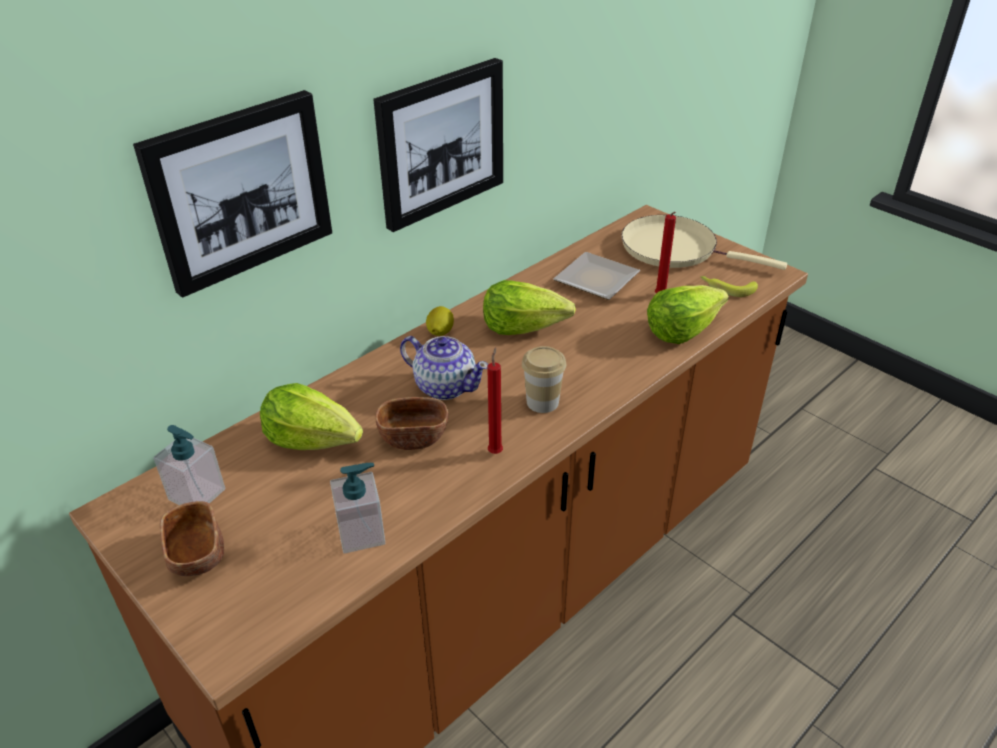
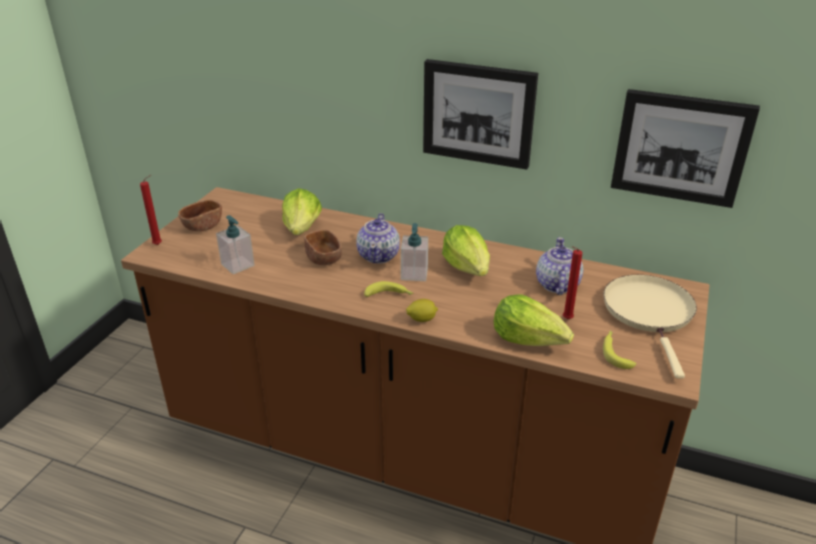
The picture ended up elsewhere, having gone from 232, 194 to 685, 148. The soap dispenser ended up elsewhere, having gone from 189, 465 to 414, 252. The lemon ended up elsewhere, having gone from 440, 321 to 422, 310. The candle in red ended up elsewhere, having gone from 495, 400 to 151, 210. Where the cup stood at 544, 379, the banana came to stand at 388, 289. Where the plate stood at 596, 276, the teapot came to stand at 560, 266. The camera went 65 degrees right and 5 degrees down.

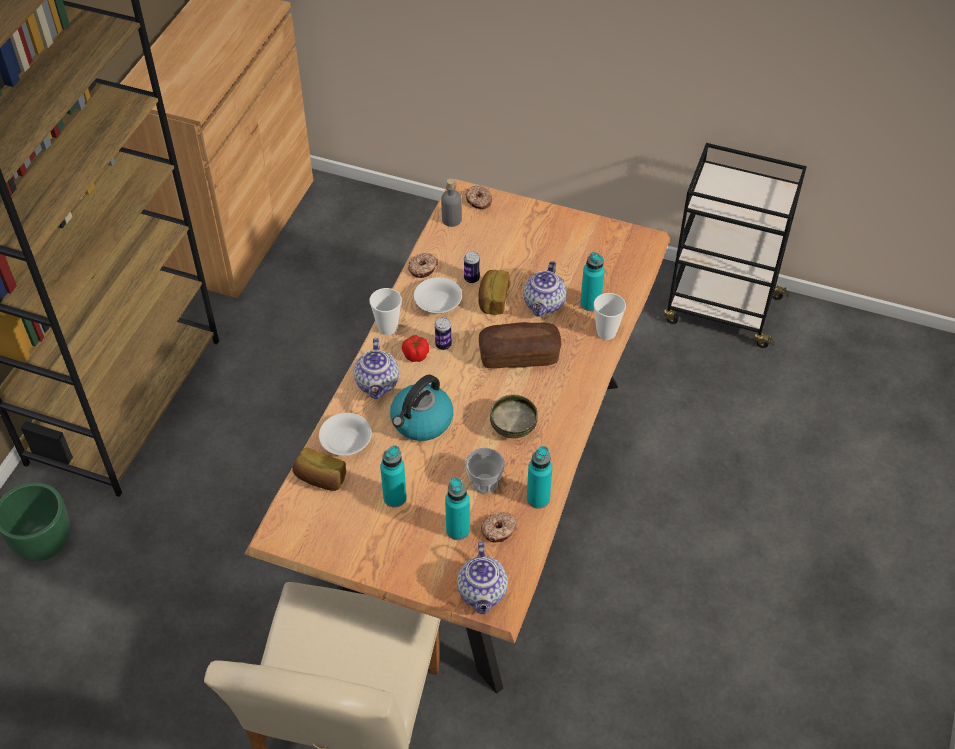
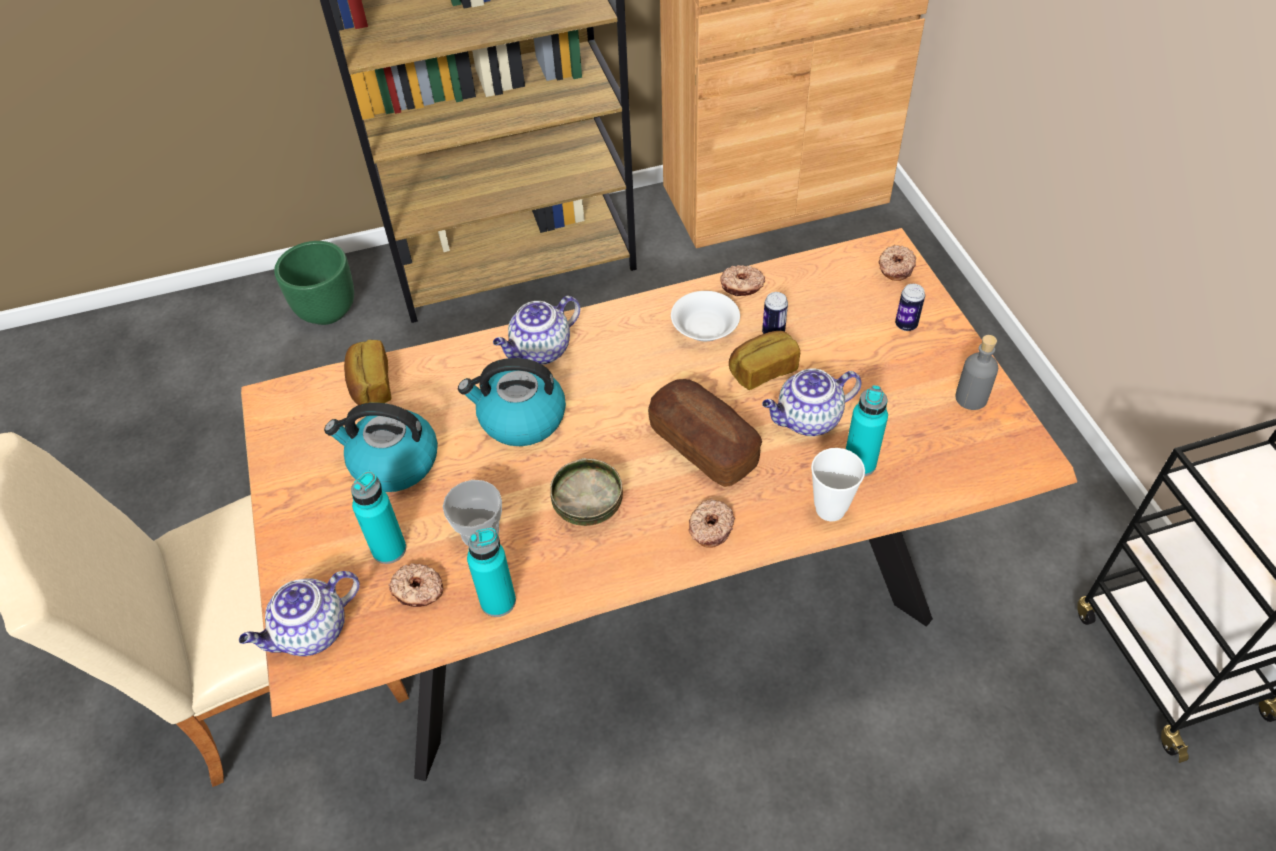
The second view lost the bowl in white at 345, 434. The second view lost the cup at 385, 311. The second view lost the tomato at 415, 348. The second view gained the donut at 712, 523. The can ended up elsewhere, having gone from 443, 333 to 910, 307. The bottle in grey ended up elsewhere, having gone from 451, 202 to 976, 372. Where the bottle in turquoise stood at 393, 476, the kettle came to stand at 381, 447. The camera went 55 degrees right and 0 degrees up.

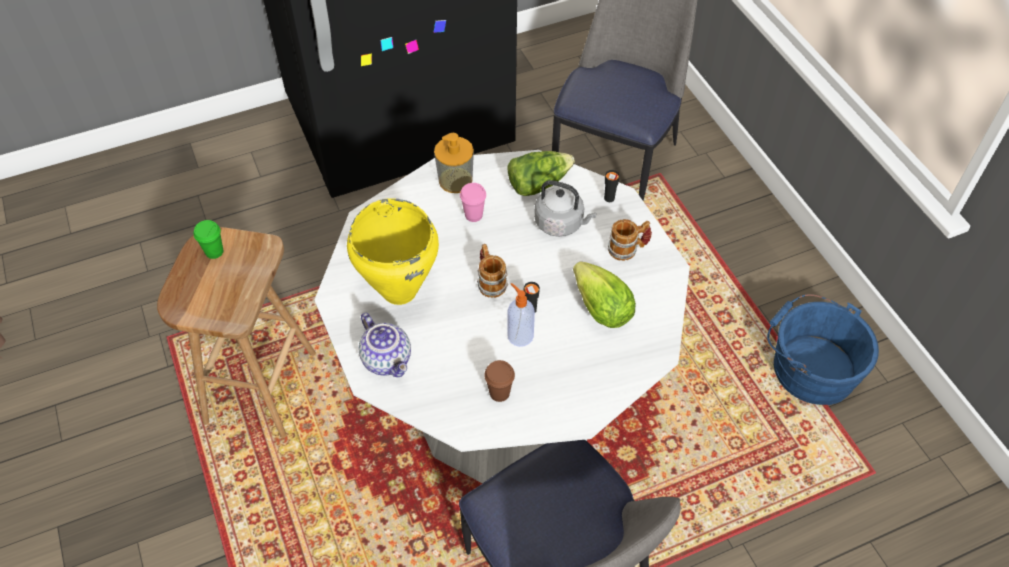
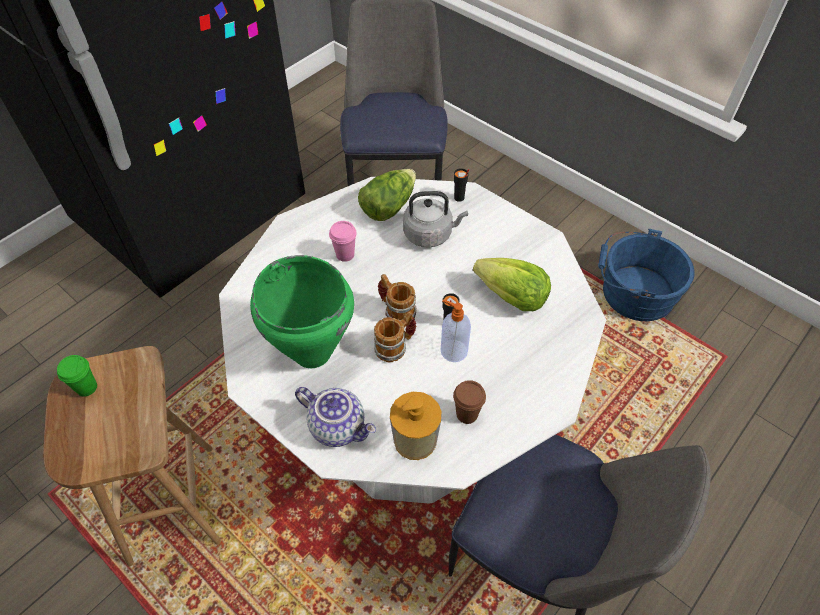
The soap dispenser ended up elsewhere, having gone from 454, 163 to 416, 426. The mug ended up elsewhere, having gone from 630, 240 to 395, 337. What was the cooking pot in yellow at 393, 251 turned into the cooking pot in green at 302, 311. The camera went 25 degrees left and 0 degrees up.

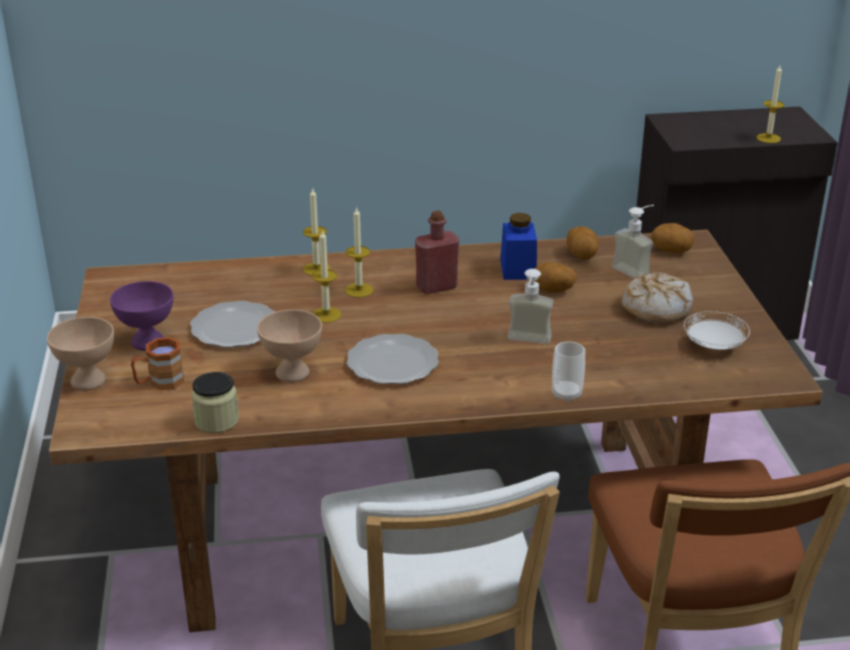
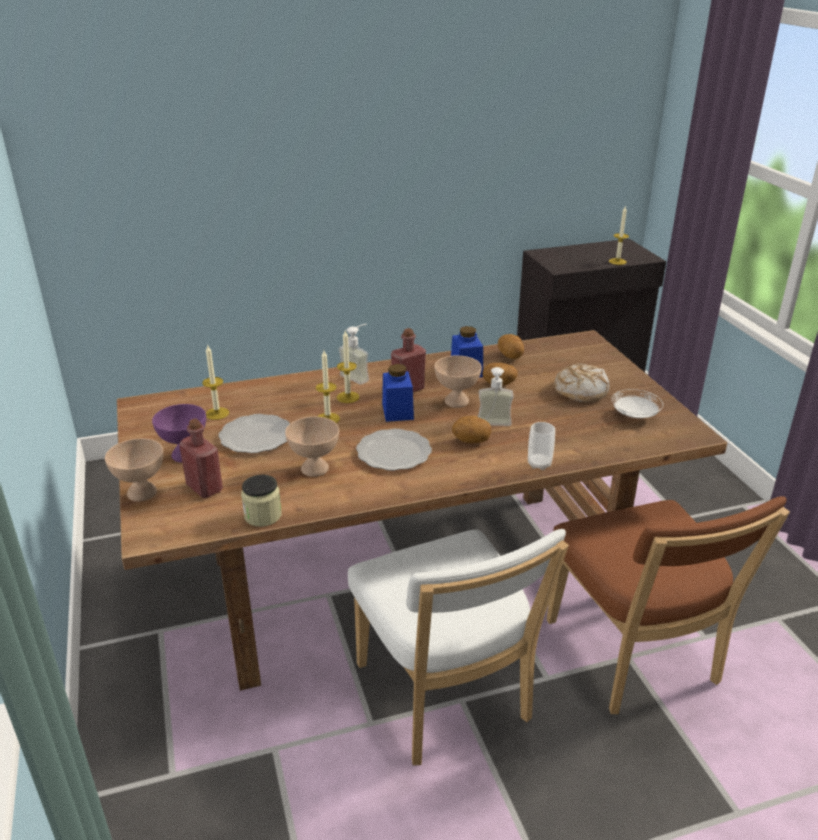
The second view gained the jar in blue at 398, 393. The second view gained the bowl in beige at 458, 382. The candle ended up elsewhere, having gone from 317, 232 to 215, 382. The soap dispenser ended up elsewhere, having gone from 633, 241 to 354, 354. The potato ended up elsewhere, having gone from 672, 238 to 471, 429. Where the mug in brown stood at 157, 363, the bottle in red came to stand at 201, 458. The camera went 10 degrees left and 0 degrees up.

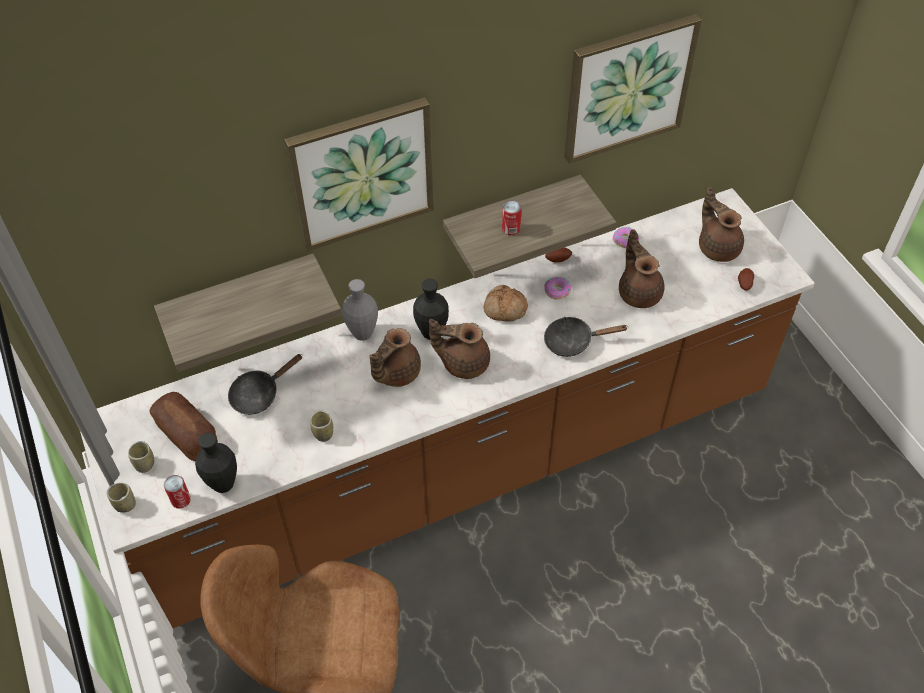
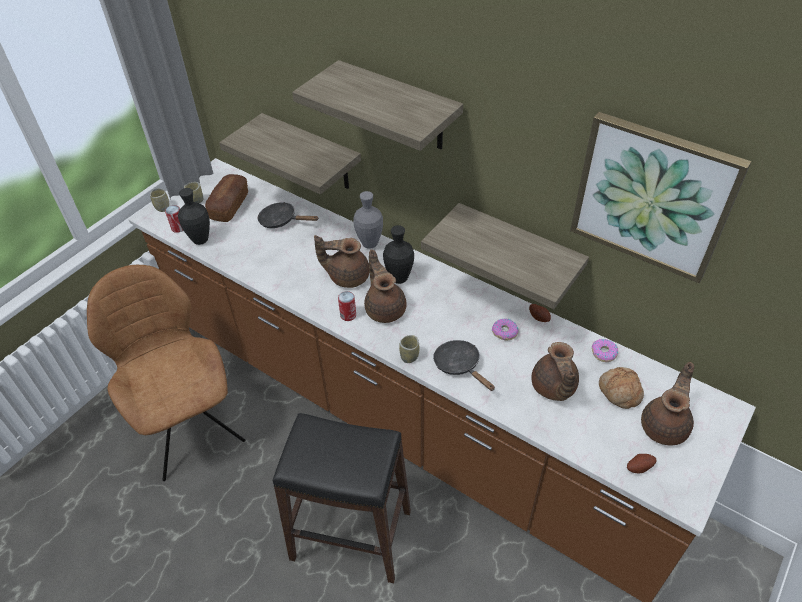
The second view gained the stool in black at 342, 498. The cup ended up elsewhere, having gone from 321, 426 to 409, 349. The bread ended up elsewhere, having gone from 506, 303 to 621, 388. The can ended up elsewhere, having gone from 511, 218 to 347, 306. Where the picture hung at 359, 174, the shelf came to hang at 377, 105. The teapot in brown at 642, 269 ended up facing another way, 135 degrees clockwise from before. The camera went 60 degrees right and 5 degrees down.

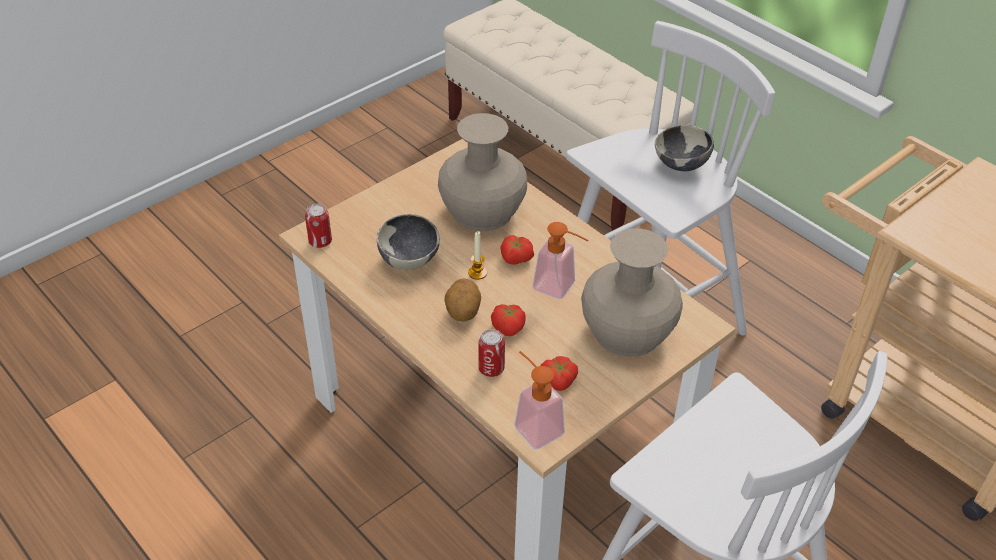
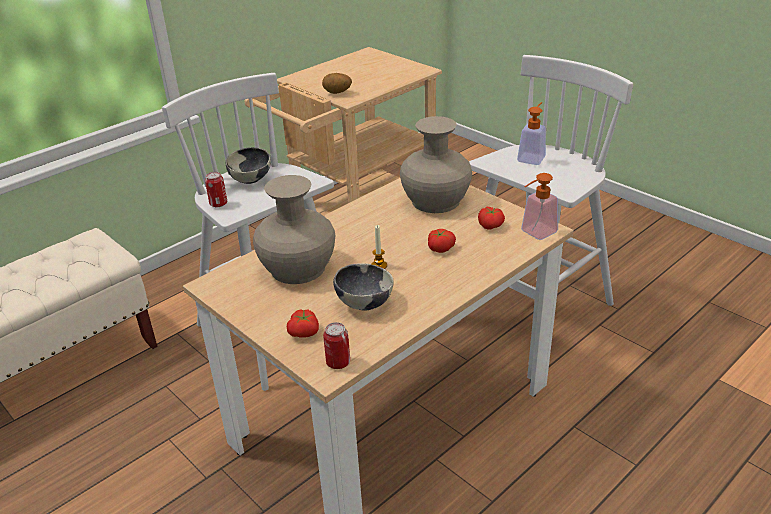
The potato ended up elsewhere, having gone from 463, 300 to 337, 83. The can ended up elsewhere, having gone from 491, 353 to 216, 189. The tomato ended up elsewhere, having gone from 517, 250 to 303, 323. The soap dispenser ended up elsewhere, having gone from 561, 260 to 531, 133. The camera went 90 degrees left and 10 degrees down.

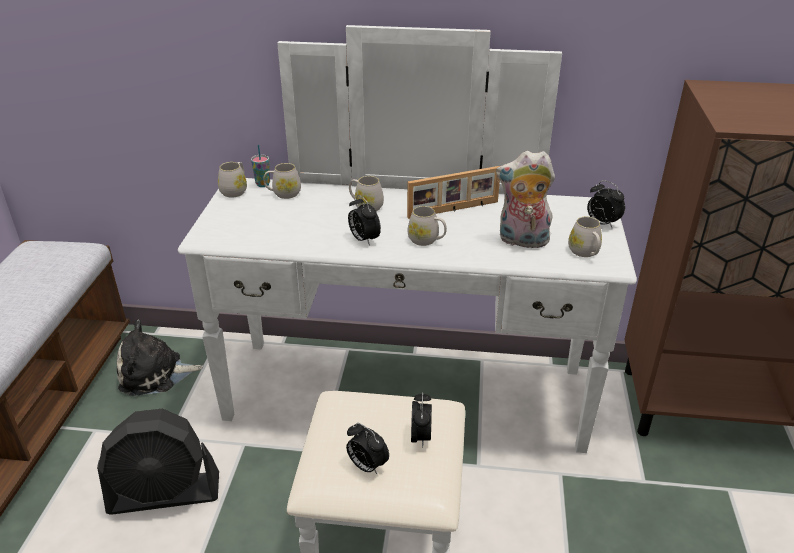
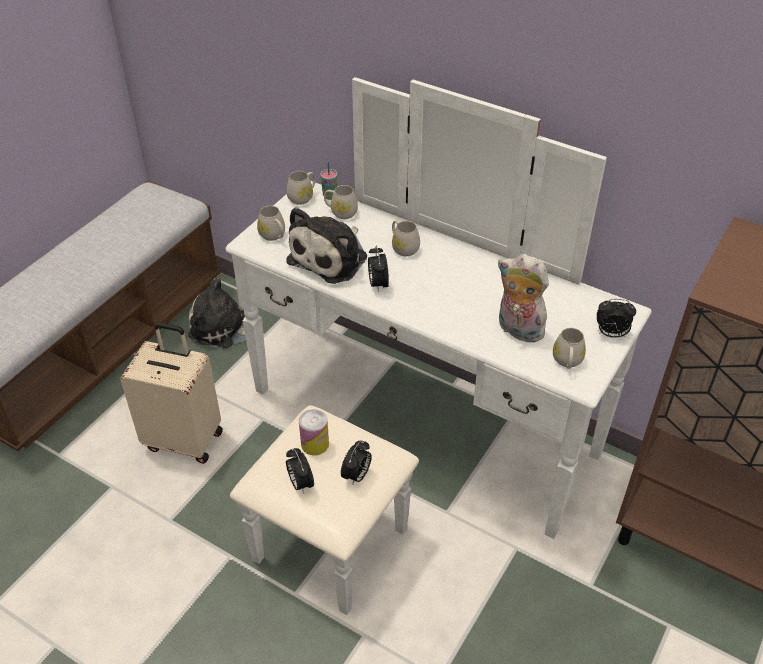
The second view lost the picture frame at 453, 192. The second view gained the plush toy at 326, 245. The second view gained the can at 314, 432. The mug in white ended up elsewhere, having gone from 427, 226 to 271, 223. Where the fan in black stood at 158, 462, the suitcase in beige came to stand at 171, 393. The alarm clock at 606, 204 ended up facing another way, 60 degrees counterclockwise from before. The camera went 25 degrees right and 10 degrees up.

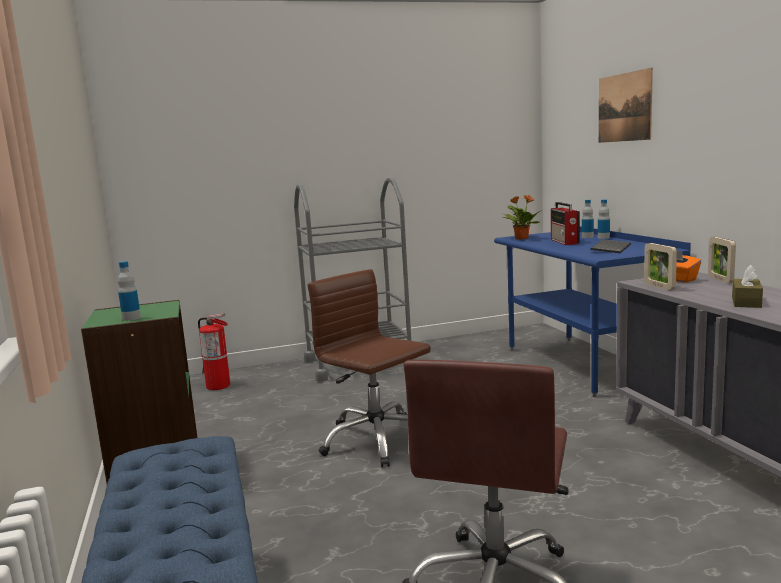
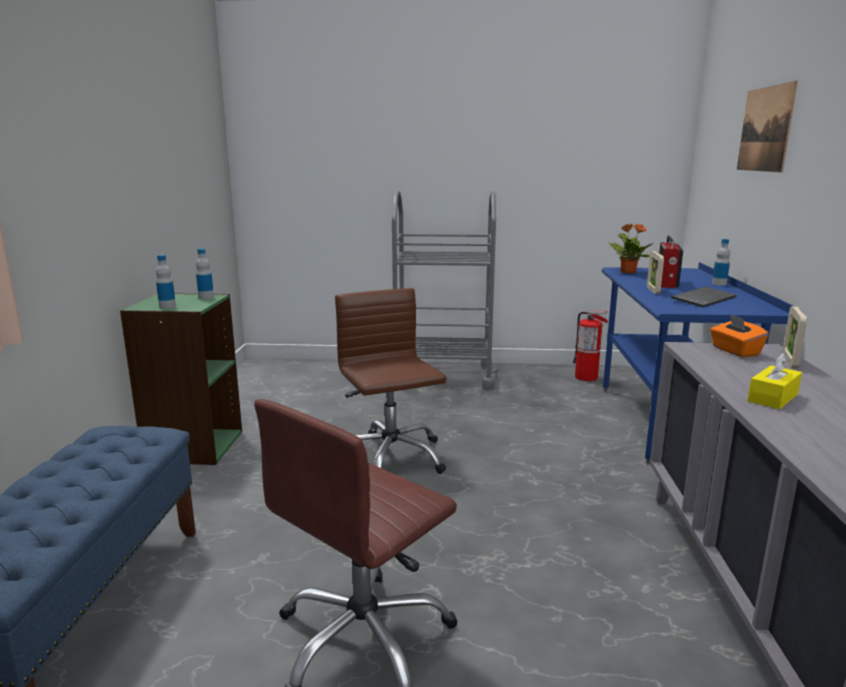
The fire extinguisher ended up elsewhere, having gone from 214, 351 to 590, 346. The bottle ended up elsewhere, having gone from 588, 219 to 205, 273. The picture frame ended up elsewhere, having gone from 660, 267 to 655, 272. What was the tissue box in brown at 747, 286 turned into the tissue box in yellow at 774, 381. The camera went 20 degrees right and 5 degrees up.

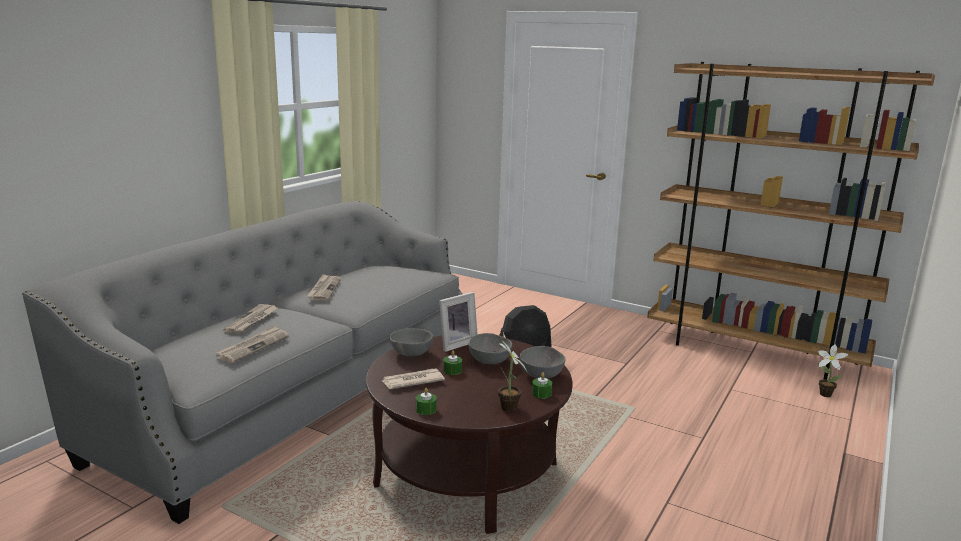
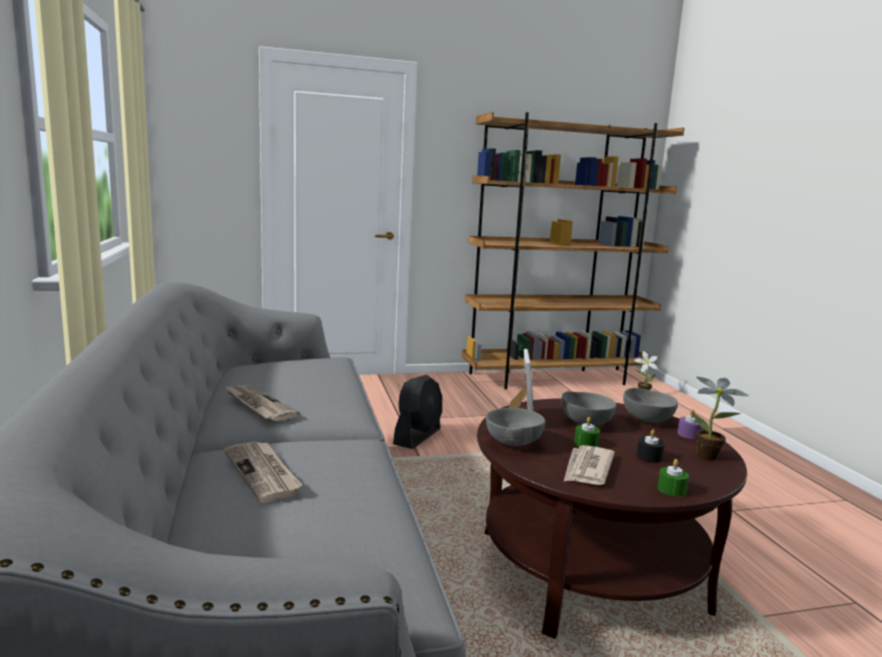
The second view lost the newspaper at 252, 344. The second view gained the candle in black at 651, 446. What was the candle in green at 542, 386 turned into the candle in purple at 690, 424. The camera went 45 degrees left and 5 degrees down.

